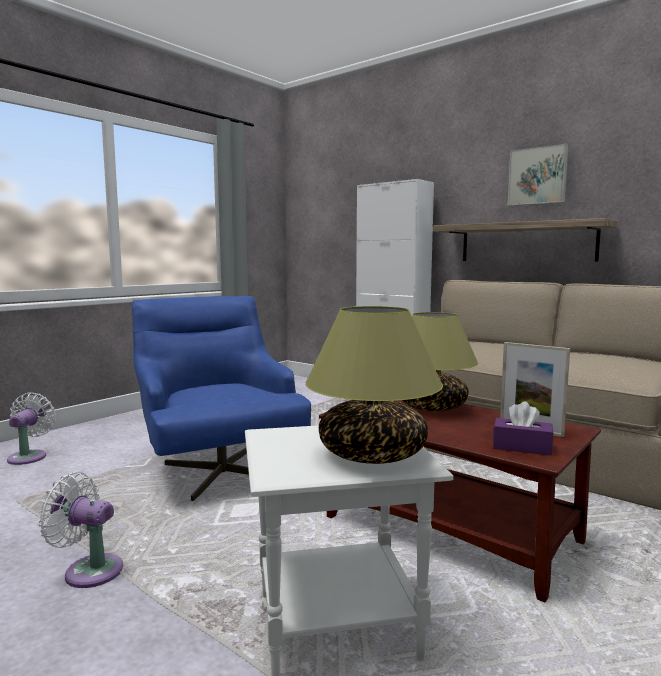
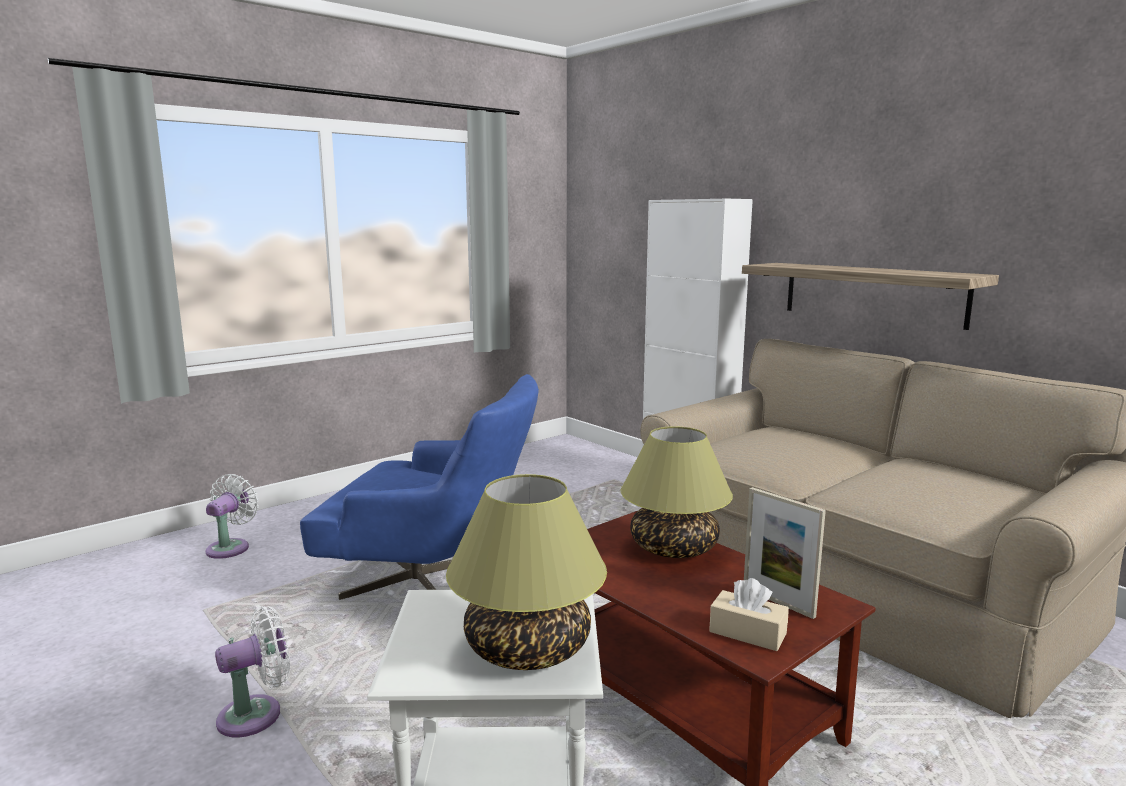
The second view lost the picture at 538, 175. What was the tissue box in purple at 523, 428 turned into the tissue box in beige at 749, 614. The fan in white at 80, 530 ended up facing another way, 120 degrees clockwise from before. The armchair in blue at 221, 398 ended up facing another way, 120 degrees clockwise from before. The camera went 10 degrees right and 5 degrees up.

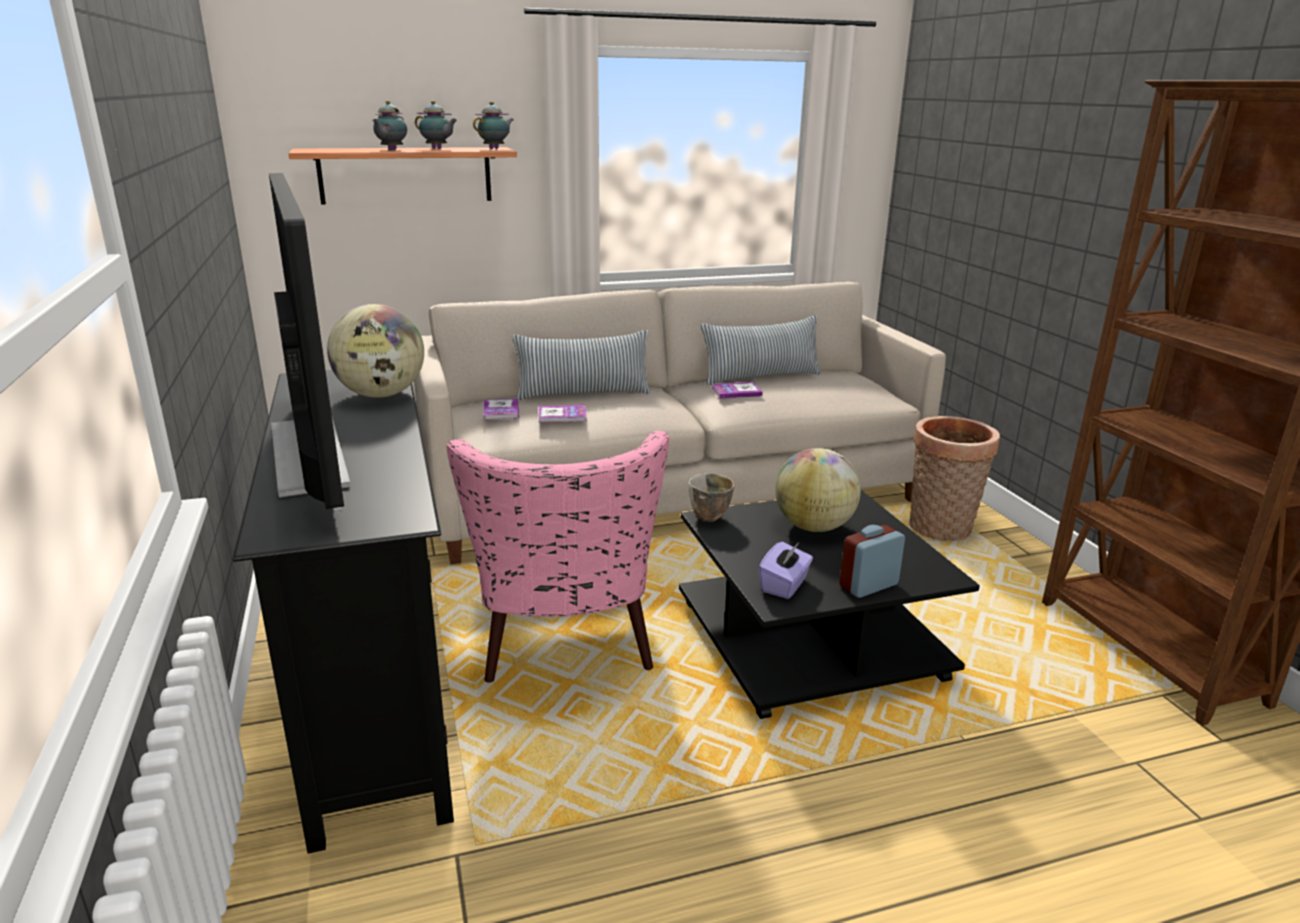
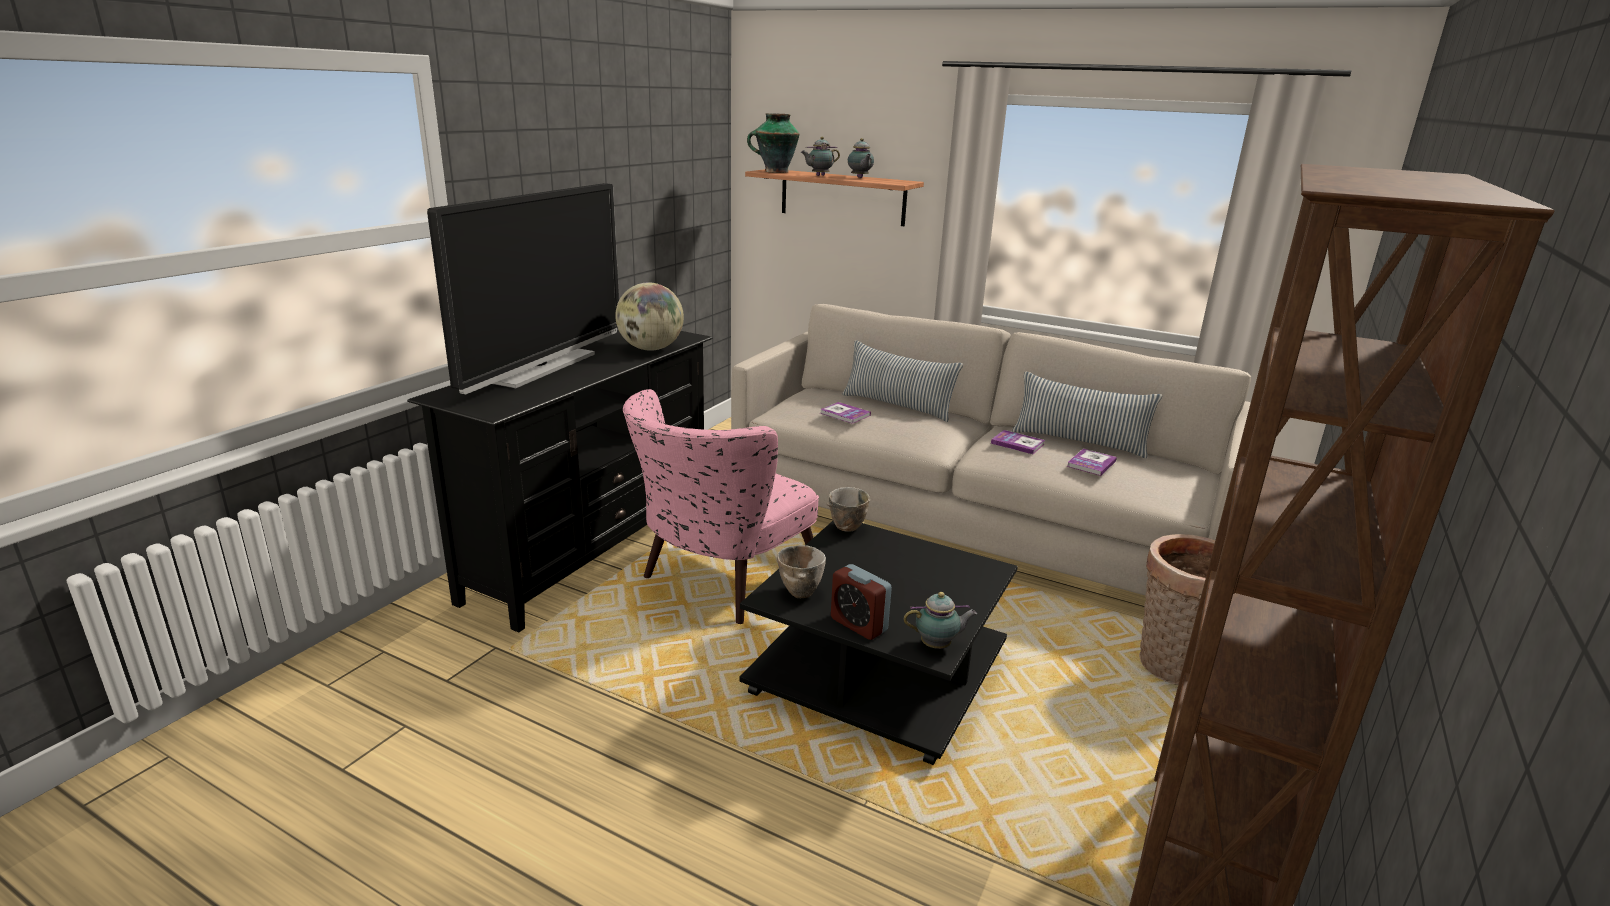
The second view lost the globe at 818, 490. The second view gained the vase at 773, 143. The teapot ended up elsewhere, having gone from 493, 125 to 940, 620. The book ended up elsewhere, having gone from 501, 409 to 1092, 462. Where the tissue box in purple stood at 786, 570, the bowl came to stand at 801, 571. The alarm clock at 872, 561 ended up facing another way, 150 degrees counterclockwise from before. The camera went 45 degrees right and 0 degrees up.

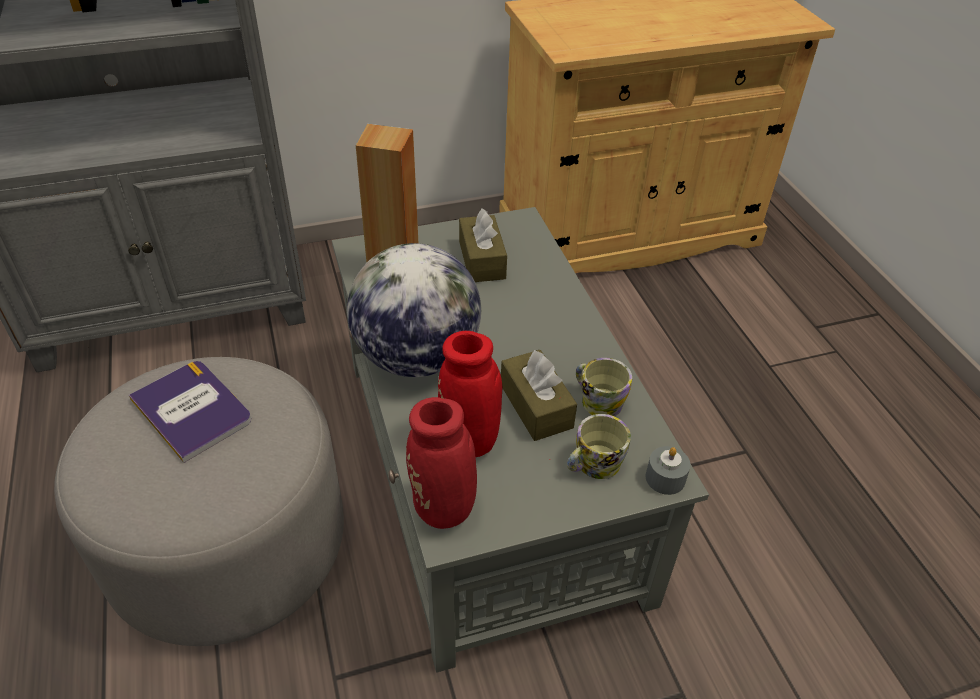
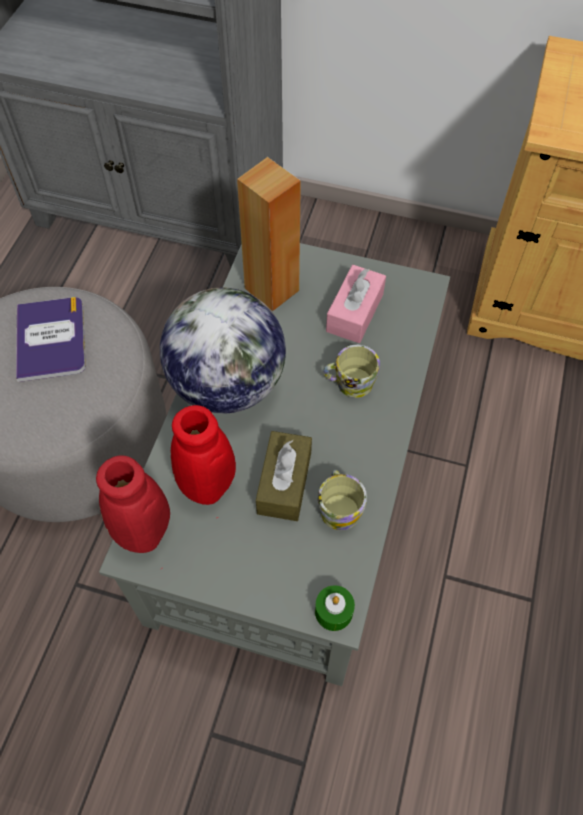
The mug ended up elsewhere, having gone from 599, 446 to 351, 371. What was the tissue box in brown at 483, 245 turned into the tissue box in pink at 356, 304. What was the candle in grey at 668, 470 turned into the candle in green at 335, 608. The camera went 35 degrees right and 15 degrees up.

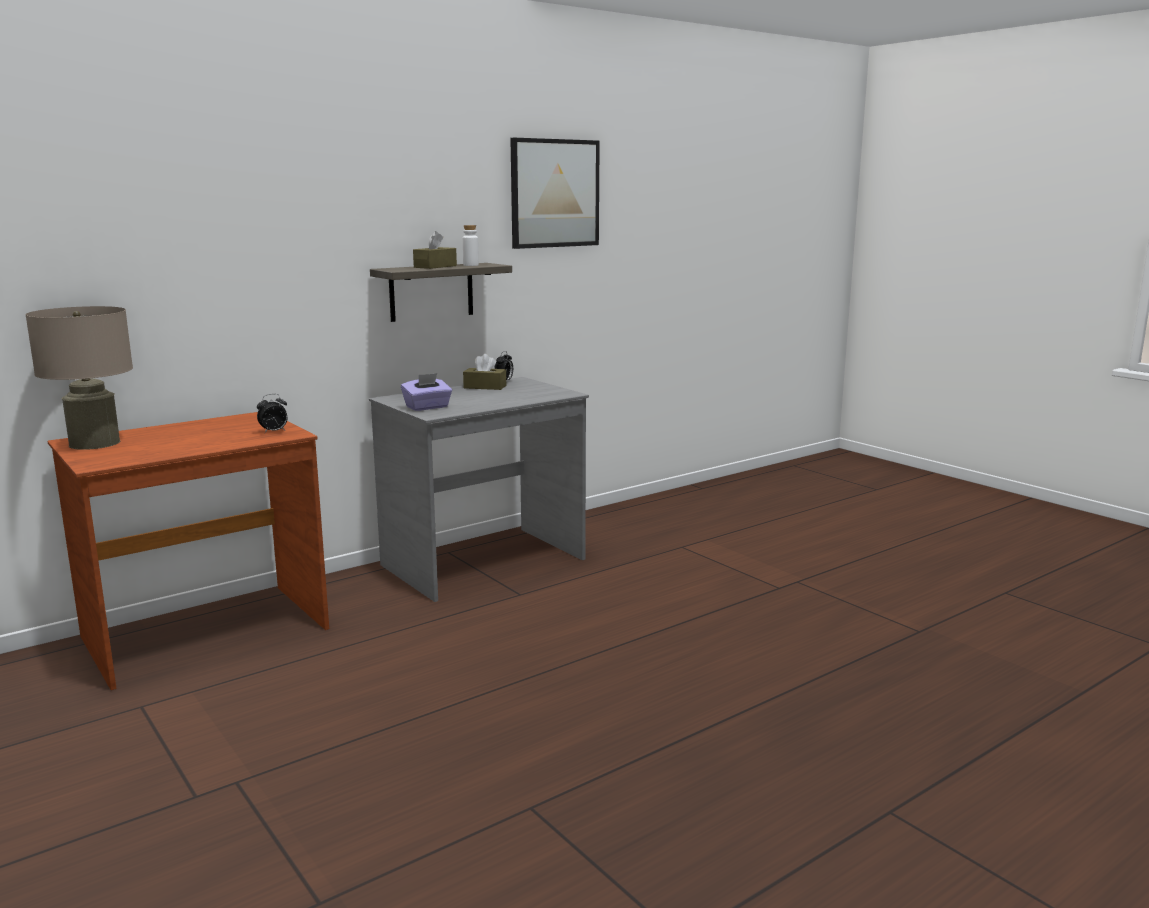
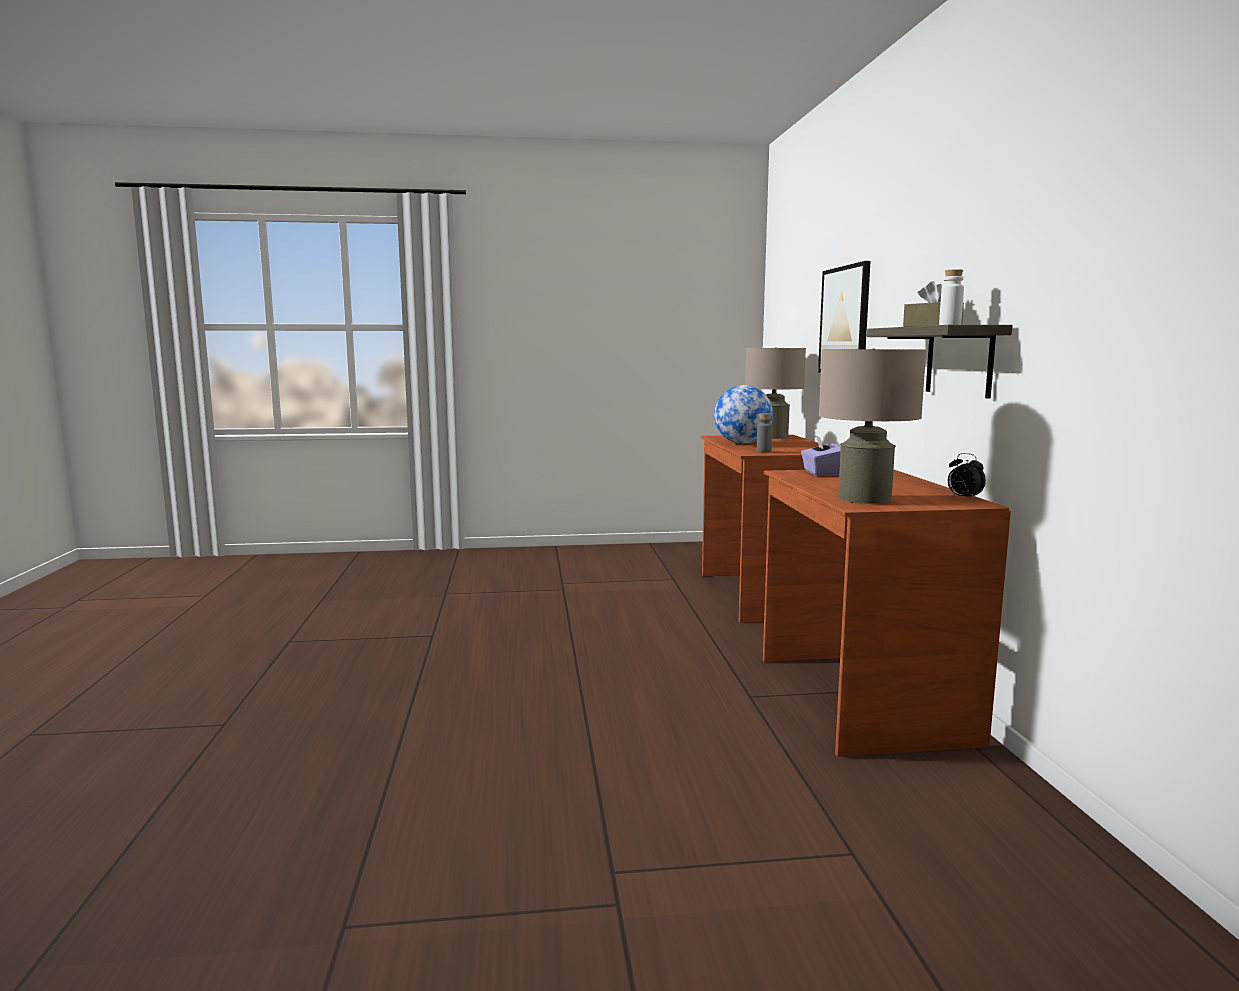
The second view lost the tissue box in brown at 484, 372. The second view gained the globe at 743, 414. The second view gained the table lamp in beige at 872, 426. The picture ended up elsewhere, having gone from 555, 193 to 844, 317. Where the alarm clock stood at 272, 413, the bottle in grey came to stand at 764, 432. What was the desk in grey at 479, 489 turned into the desk in brown at 887, 613. The camera went 120 degrees right and 5 degrees down.

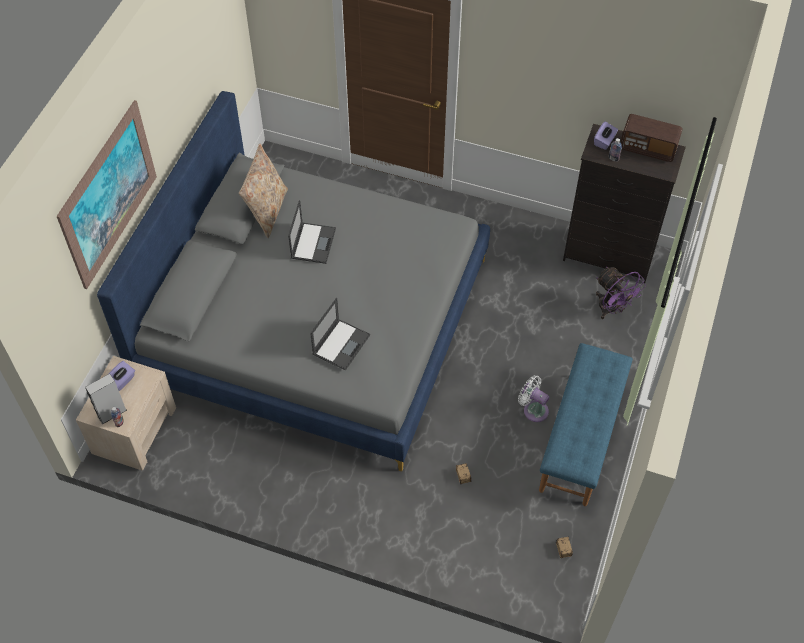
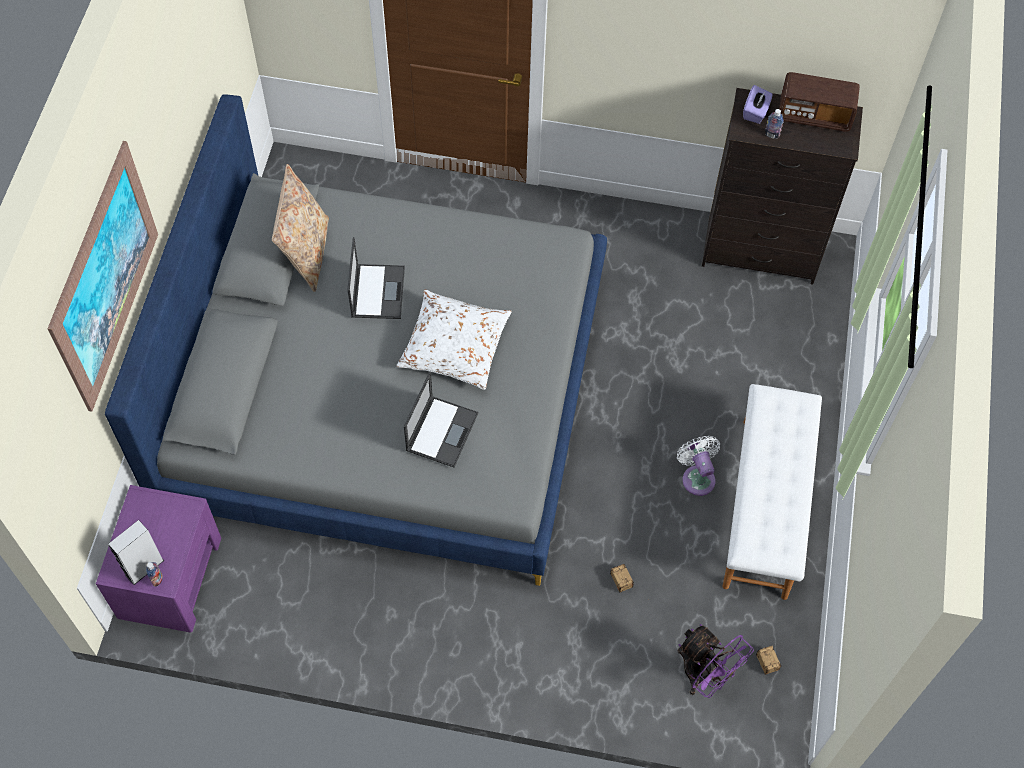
The second view lost the tissue box in purple at 122, 376. The second view gained the pillow in white at 454, 339. The fan in purple ended up elsewhere, having gone from 621, 293 to 715, 661. What was the nightstand in beige at 126, 413 turned into the nightstand in purple at 158, 559. What was the bench in blue at 586, 424 turned into the bench in white at 772, 492. The fan in white at 533, 398 ended up facing another way, 45 degrees clockwise from before. The camera went 10 degrees left and 5 degrees up.

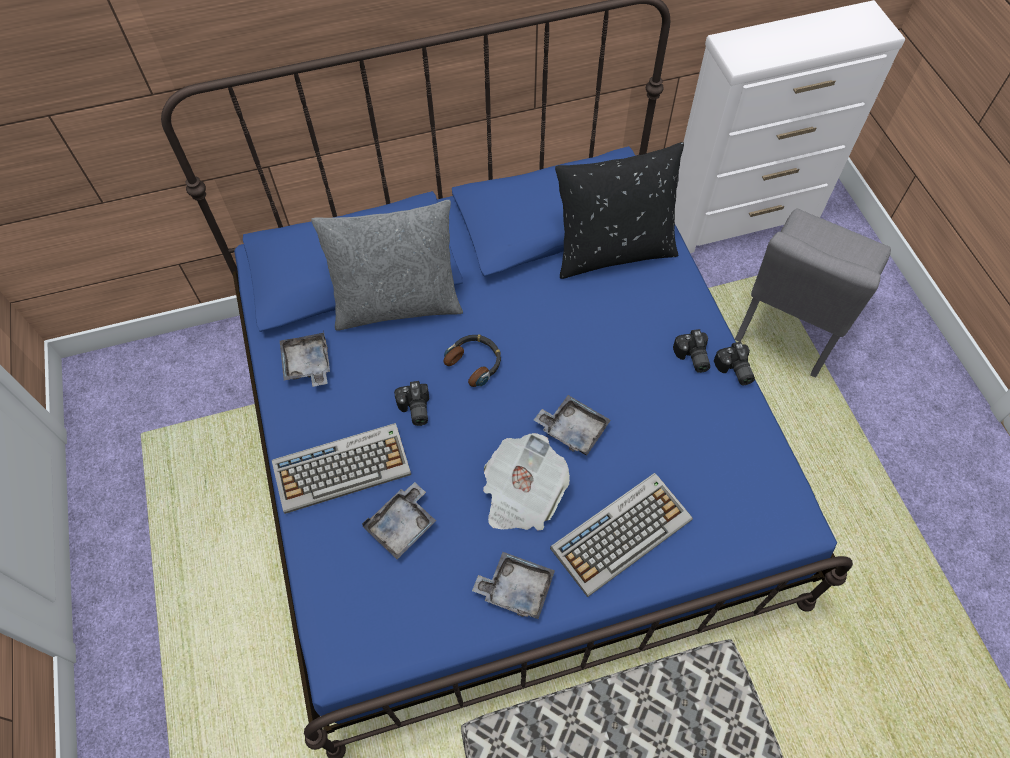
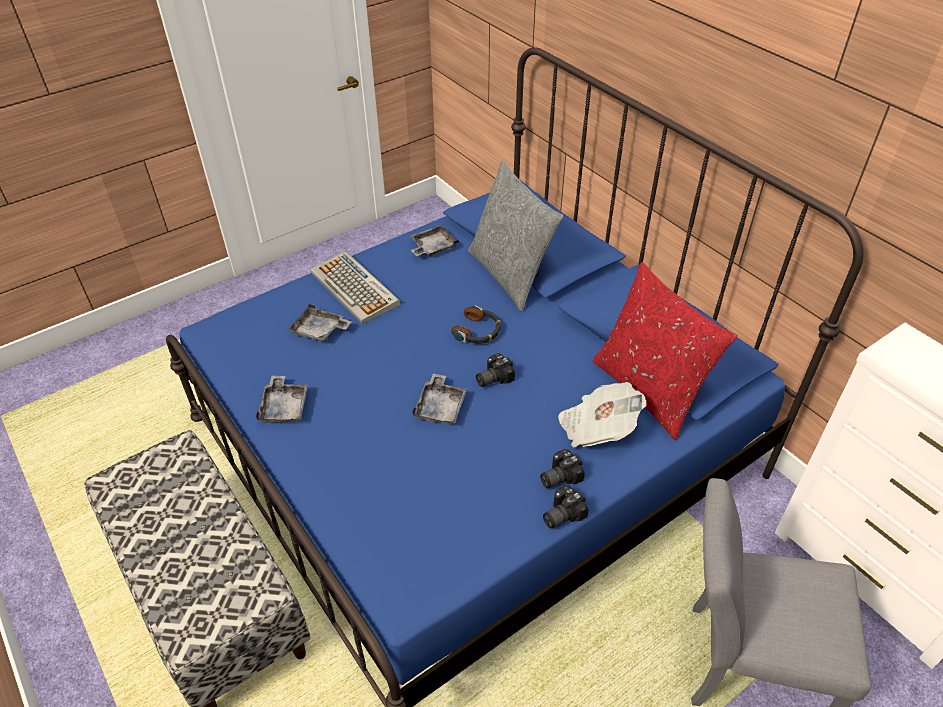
The second view lost the keyboard at 621, 535. The photo camera ended up elsewhere, having gone from 411, 403 to 495, 370. The newspaper ended up elsewhere, having gone from 526, 482 to 602, 414. What was the pillow in black at 619, 210 turned into the pillow in red at 665, 351. The camera went 70 degrees right and 15 degrees down.

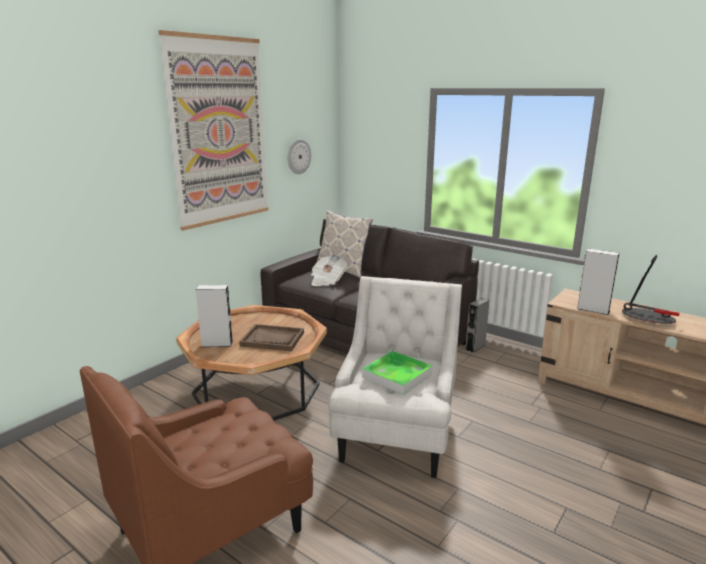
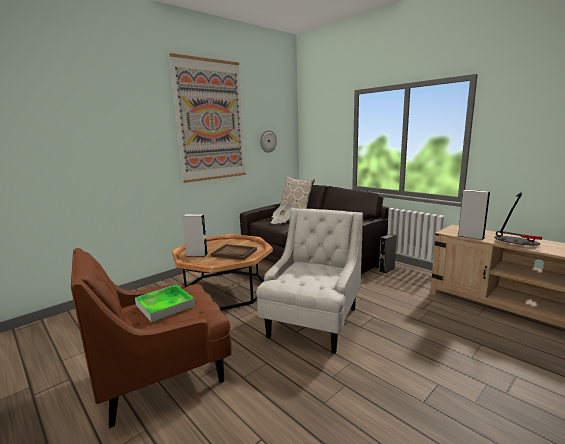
The tray ended up elsewhere, having gone from 397, 373 to 165, 303. The camera went 10 degrees right and 5 degrees down.

